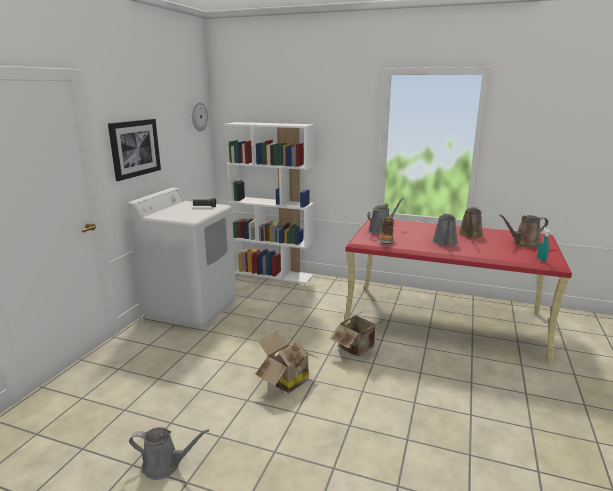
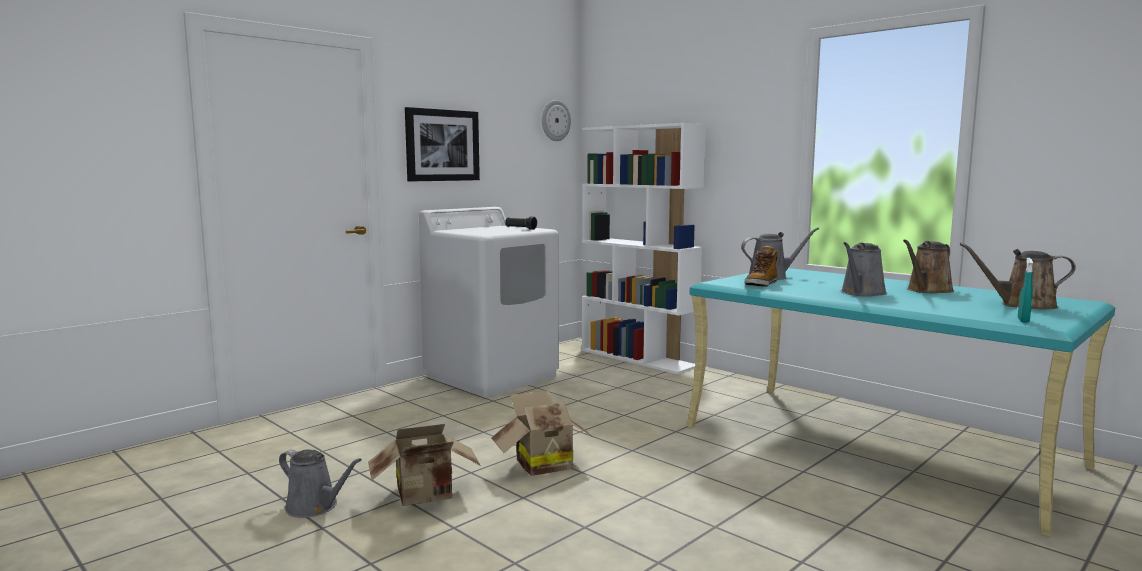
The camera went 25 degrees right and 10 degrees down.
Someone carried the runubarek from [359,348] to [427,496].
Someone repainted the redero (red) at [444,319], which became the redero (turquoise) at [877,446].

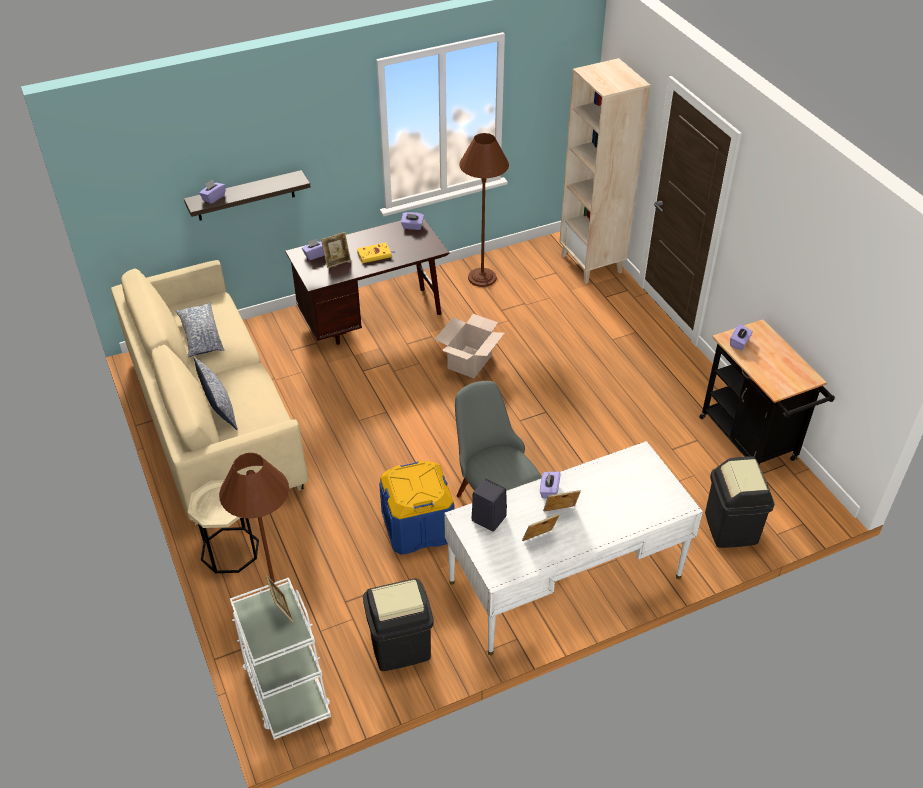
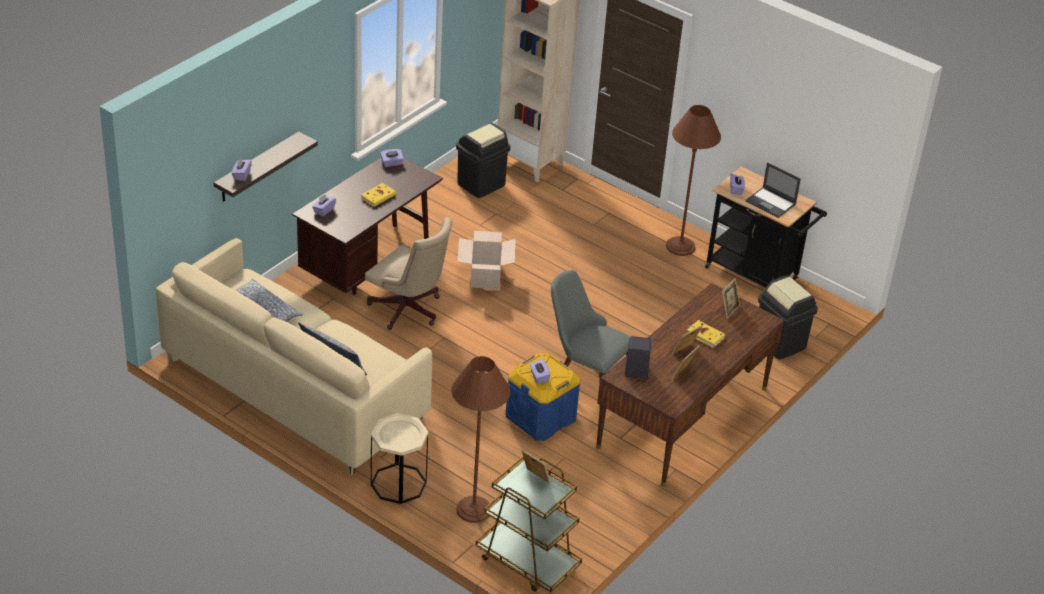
The camera went 30 degrees left and 5 degrees down.
Someone put down the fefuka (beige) at [409,311].
Someone put down the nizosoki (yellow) at [704,335].
Someone put down the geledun at [771,203].
Someone carried the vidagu from [337,261] to [729,310].
Someone carried the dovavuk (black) from [400,647] to [481,184].
Someone carried the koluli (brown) from [482,277] to [680,246].
Someone carried the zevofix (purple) from [549,490] to [539,377].
Someone repainted the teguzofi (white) at [286,688], which became the teguzofi (brown) at [527,561].
Someone repainted the redero (white) at [565,580], which became the redero (brown) at [683,418].

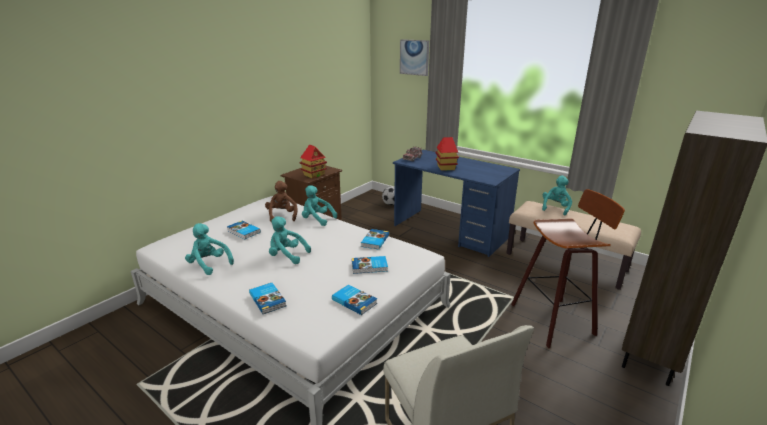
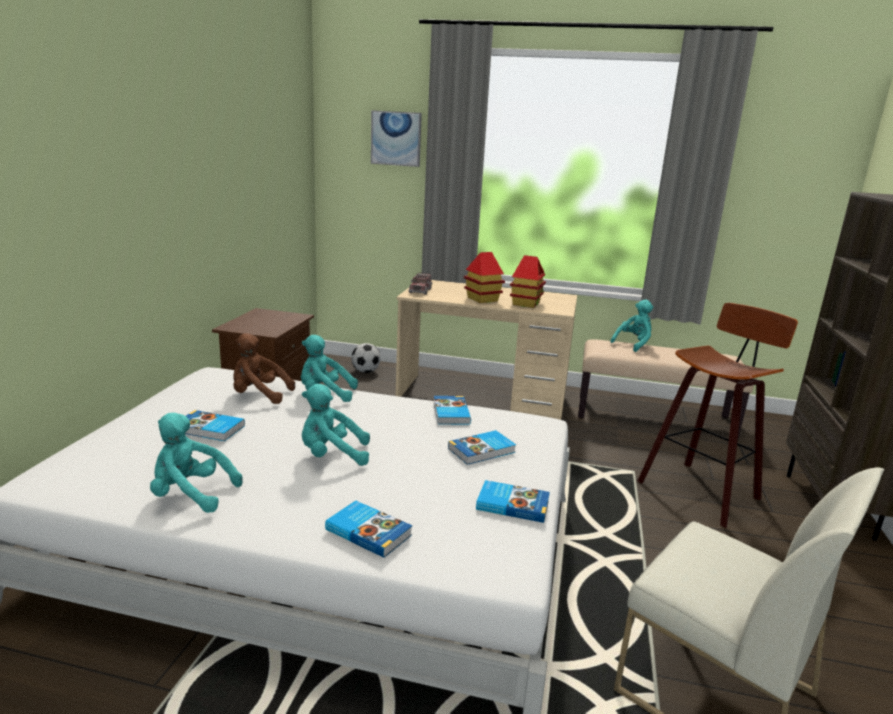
The camera went 25 degrees left and 5 degrees down.
Someone carried the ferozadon from [314,175] to [526,303].
Someone repainted the redero (blue) at [450,231], which became the redero (beige) at [482,399].
Someone rotated the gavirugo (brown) at [282,216] by 45 degrees counterclockwise.
Someone rotated the gavirugo (turquoise) at [555,208] by 45 degrees clockwise.

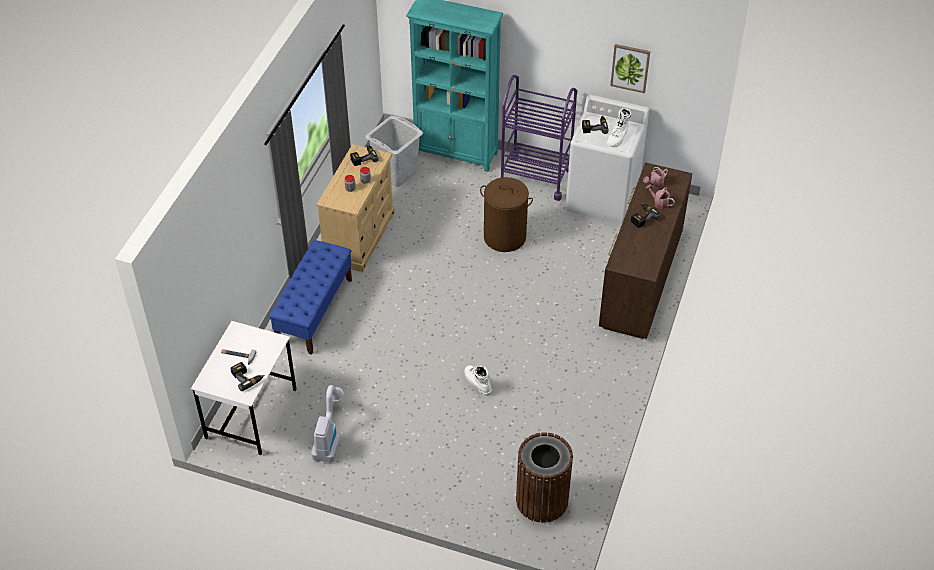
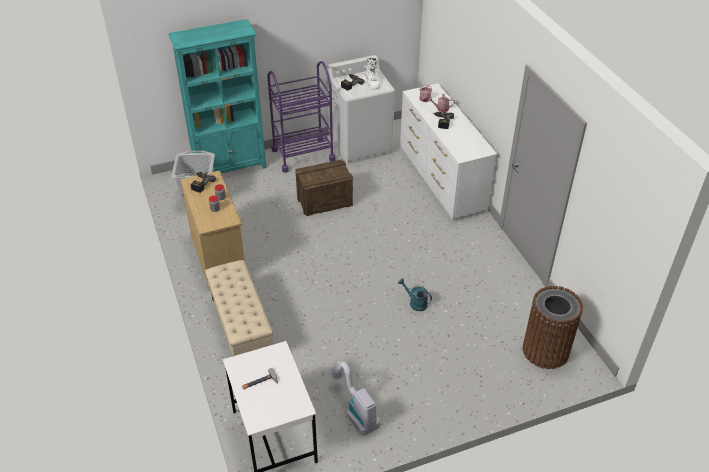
The camera went 40 degrees left and 5 degrees down.
Someone took away the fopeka at [247,378].
Someone took away the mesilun at [630,67].
Someone swapped the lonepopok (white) at [477,383] for the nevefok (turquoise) at [415,303].
Someone swapped the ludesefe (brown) at [505,237] for the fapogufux at [325,201].
Someone repainted the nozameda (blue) at [314,311], which became the nozameda (beige) at [241,328].
Someone repainted the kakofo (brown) at [640,282], which became the kakofo (white) at [441,181].

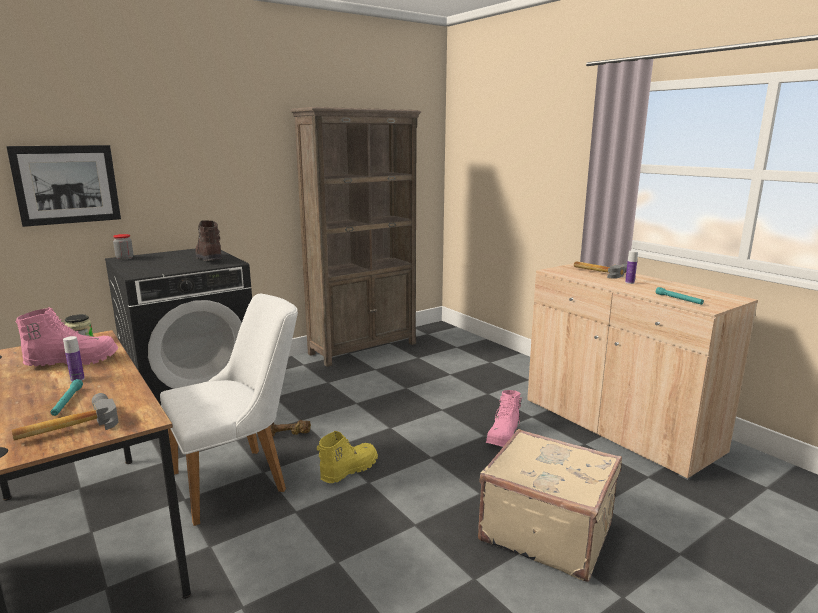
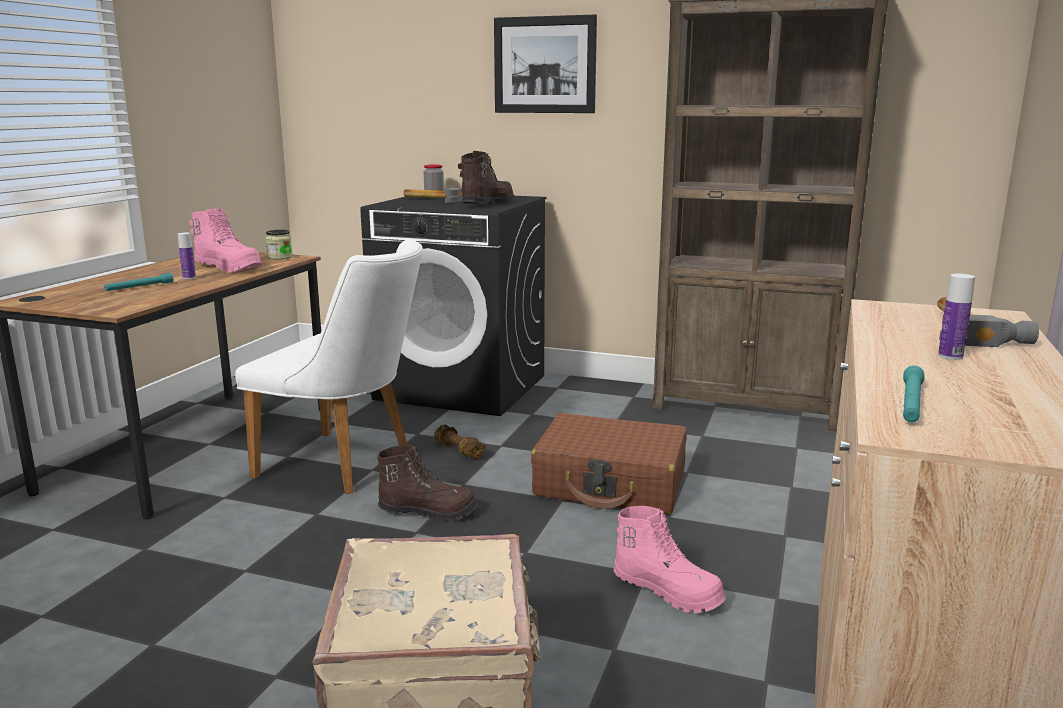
The camera went 55 degrees right and 0 degrees up.
Someone put down the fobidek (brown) at [611,484].
Someone carried the mesilun from [67,184] to [544,65].
Someone carried the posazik from [67,427] to [434,199].
Someone repainted the lonepopok (yellow) at [348,470], which became the lonepopok (brown) at [428,511].
Someone rotated the lonepopok (pink) at [504,436] by 135 degrees counterclockwise.

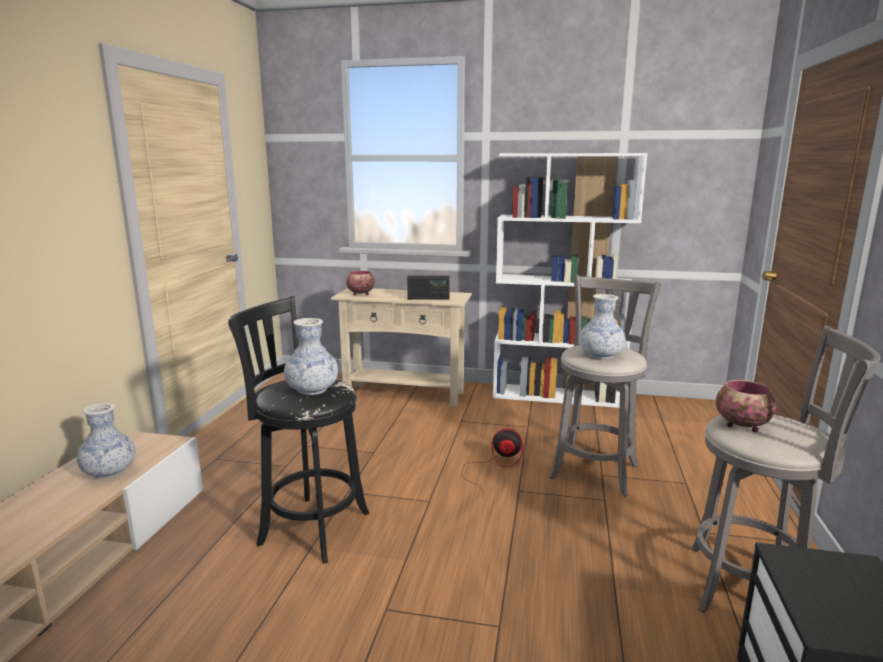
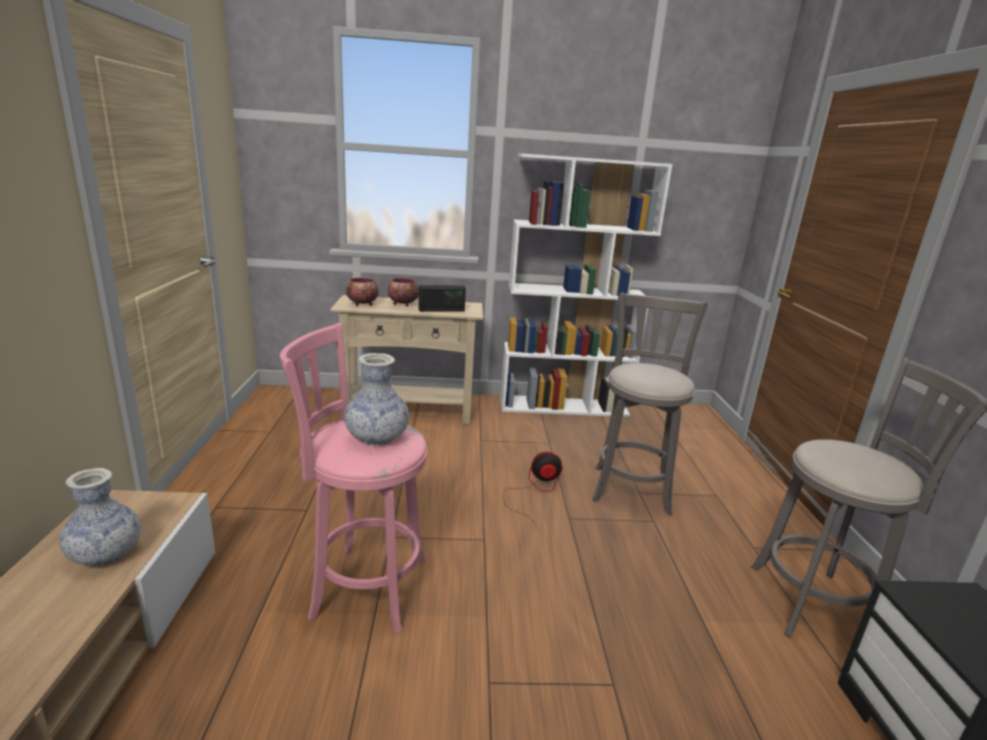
The camera went 15 degrees left and 5 degrees up.
Someone took away the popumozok at [600,355].
Someone carried the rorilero from [740,425] to [402,304].
Someone repainted the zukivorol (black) at [309,527], which became the zukivorol (pink) at [363,587].

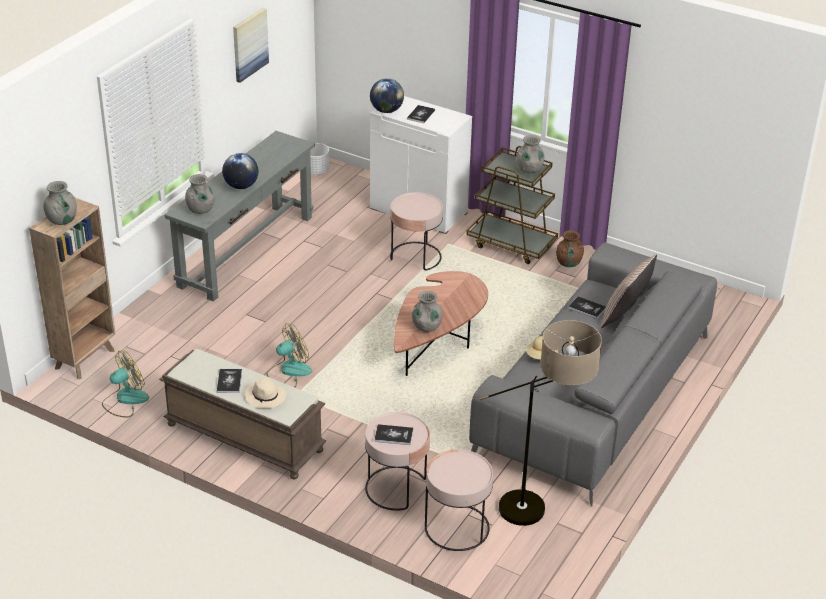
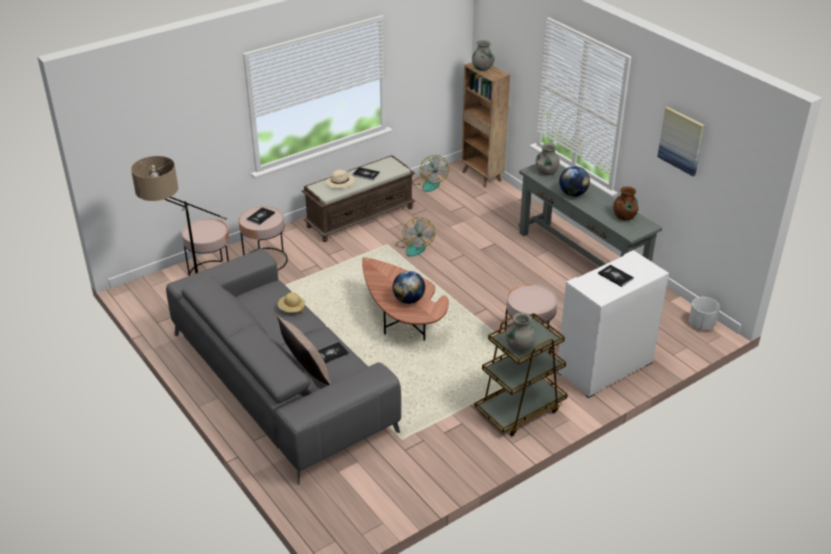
The camera went 115 degrees right and 0 degrees up.
Someone took away the popumozok (grey) at [426,327].
Someone carried the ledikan from [386,111] to [408,300].
Someone carried the popumozok (brown) from [568,263] to [624,217].

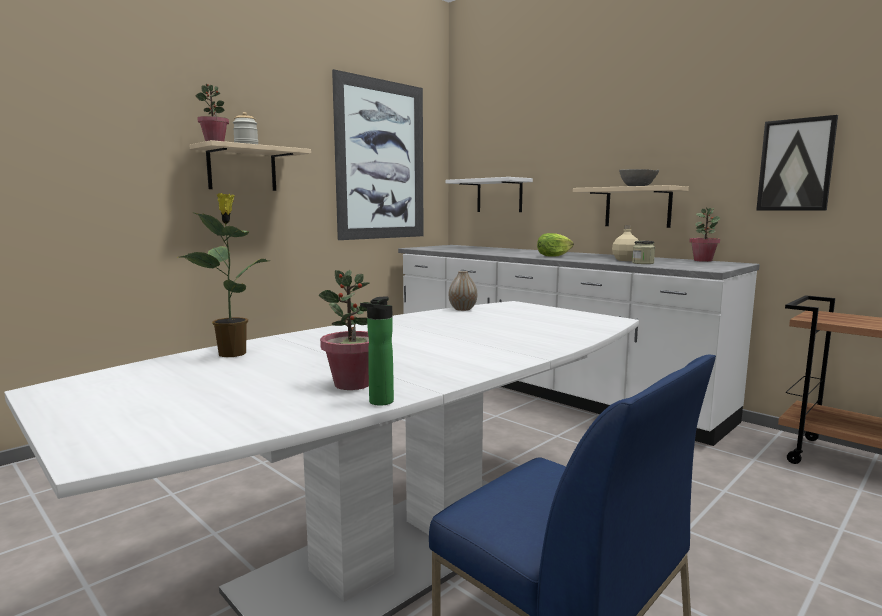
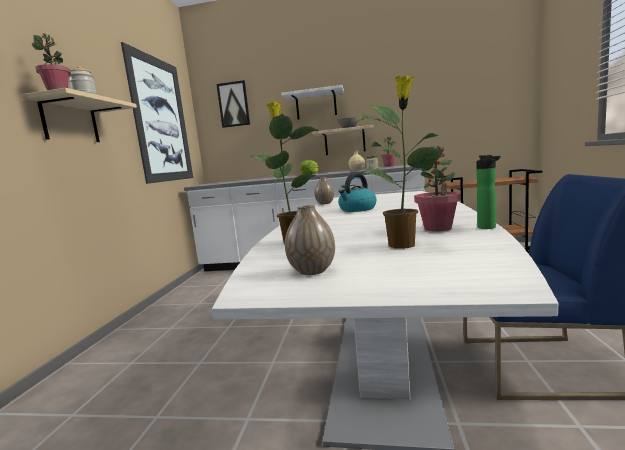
The camera went 35 degrees left and 0 degrees up.
Someone put down the popumozok at [312,271].
Someone put down the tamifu at [357,209].
Someone put down the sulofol at [404,245].
Someone carried the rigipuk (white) from [499,195] to [316,105].
Someone carried the mesilun from [796,165] to [233,104].

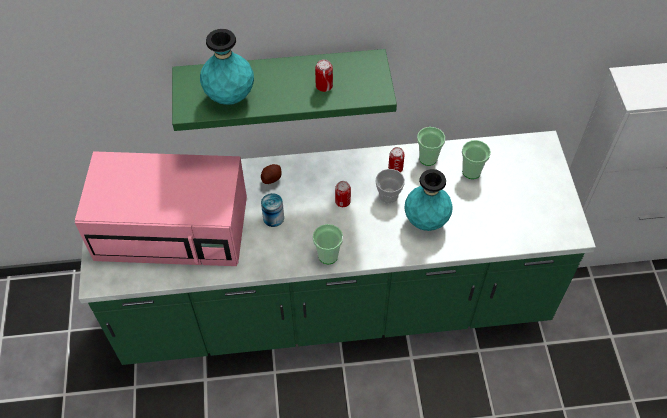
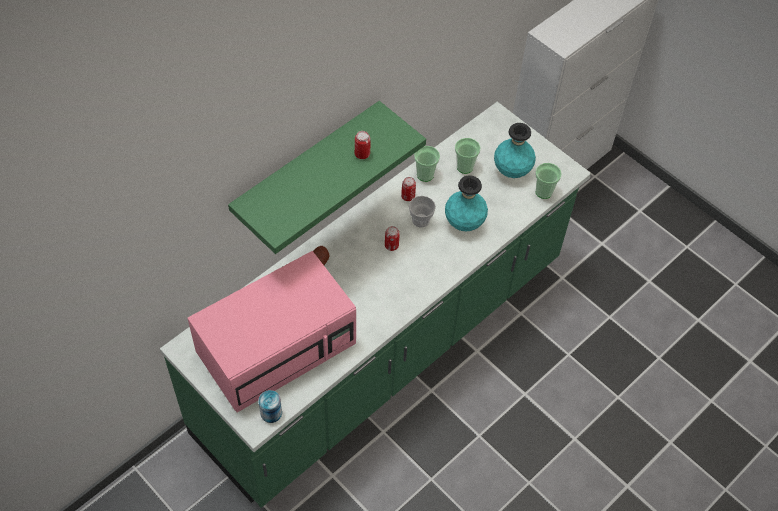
The camera went 40 degrees left and 0 degrees up.
Someone carried the popumozok (turquoise) from [230,97] to [512,171].
Someone carried the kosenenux from [273,218] to [271,413].
Someone carried the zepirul from [328,255] to [543,192].

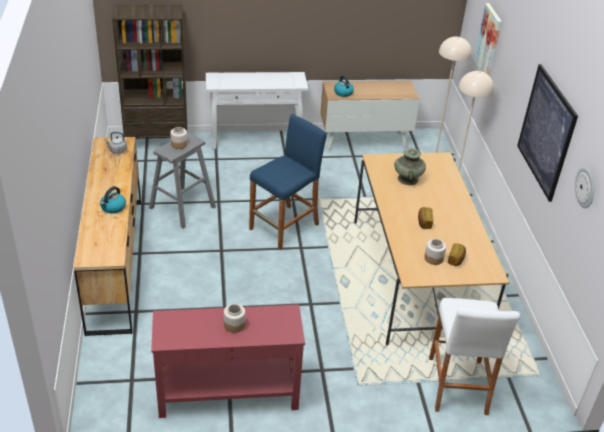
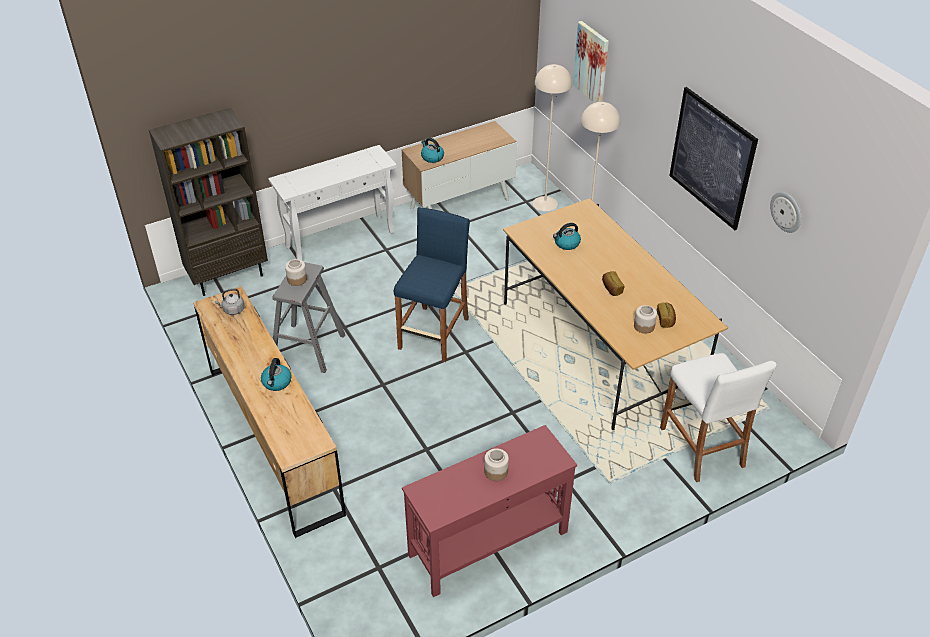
The camera went 20 degrees left and 5 degrees up.
Someone swapped the popumozok (turquoise) at [408,179] for the tamifu at [566,243].

